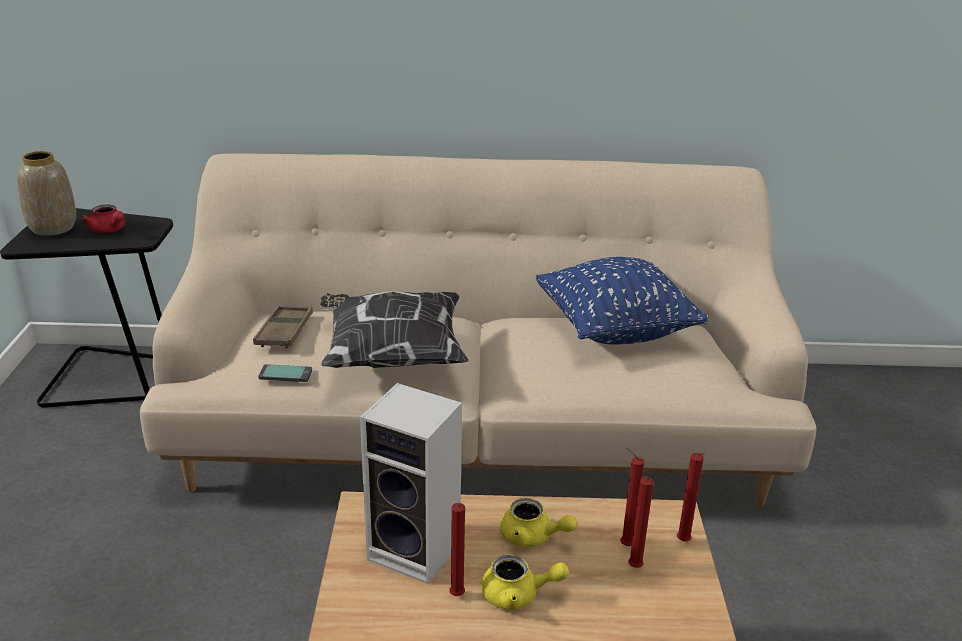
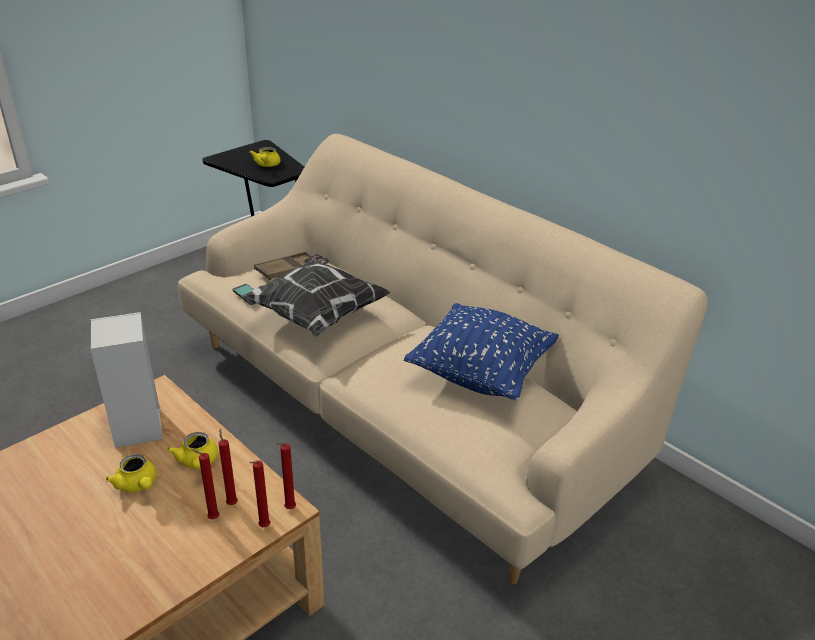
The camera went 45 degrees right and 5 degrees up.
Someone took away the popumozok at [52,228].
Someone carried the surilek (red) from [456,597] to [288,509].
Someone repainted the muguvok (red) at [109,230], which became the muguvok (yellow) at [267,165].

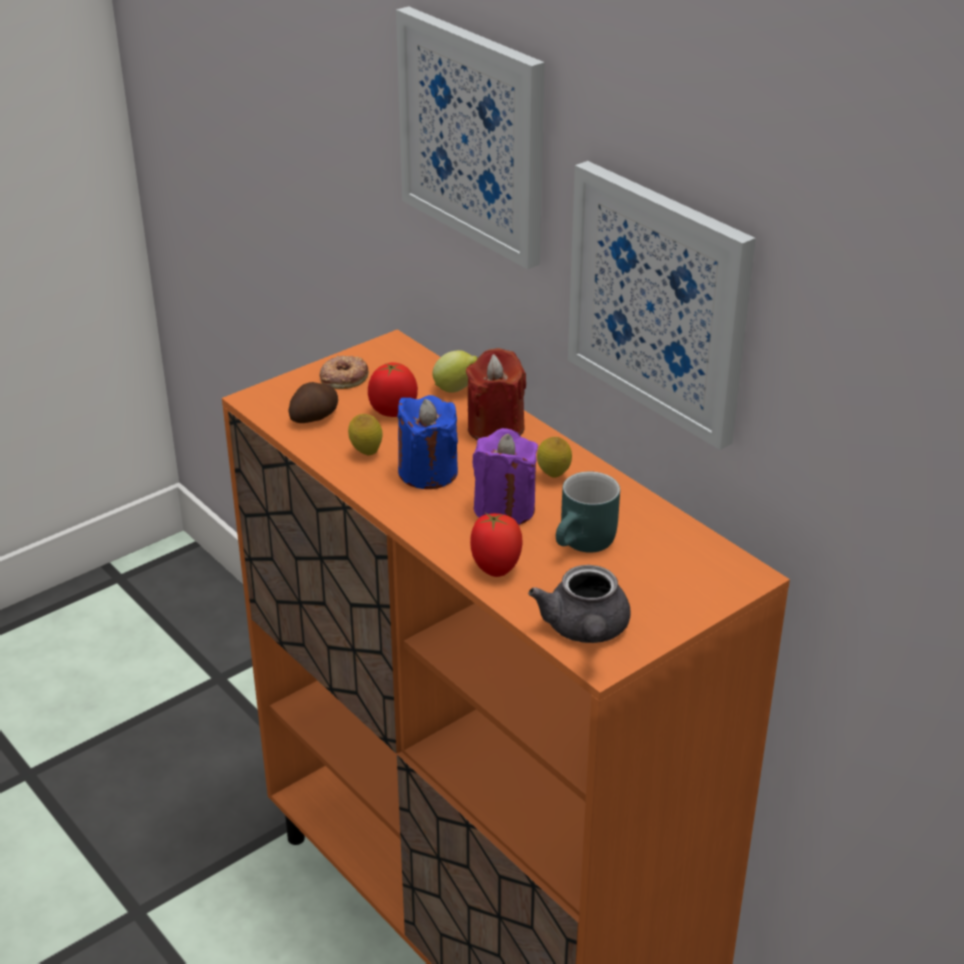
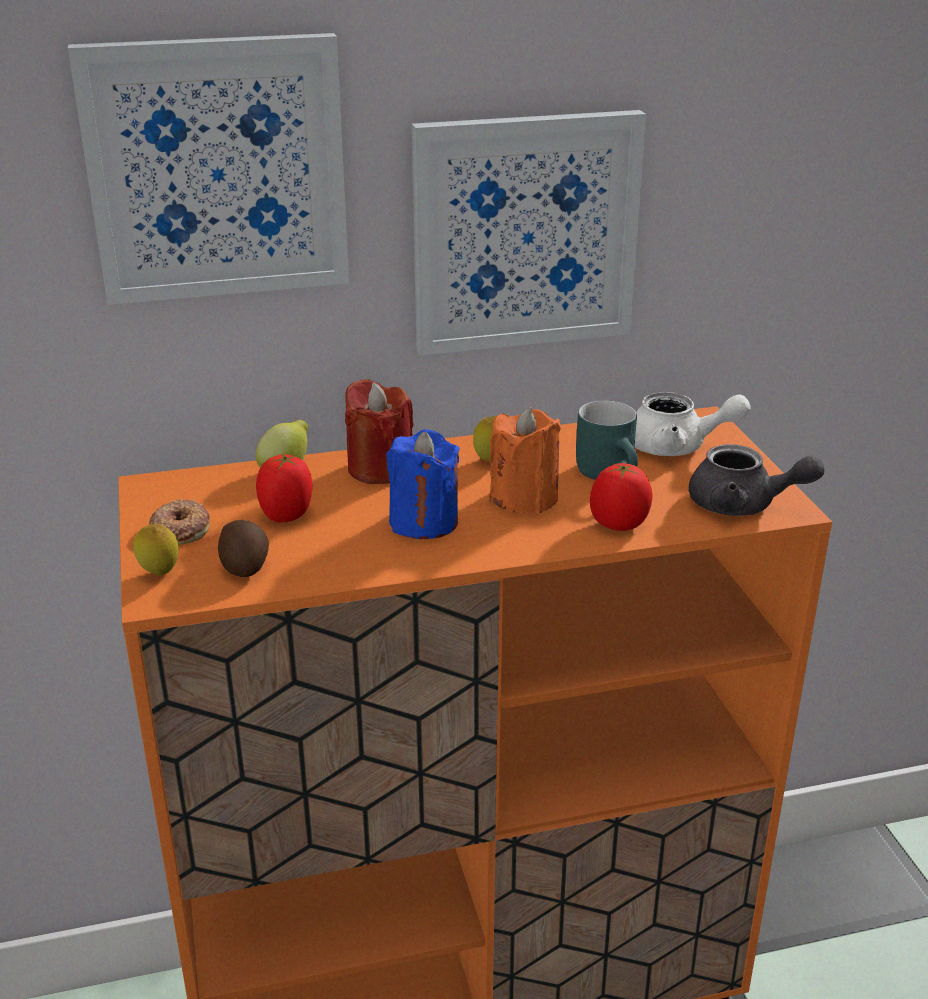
The camera went 65 degrees left and 5 degrees down.
Someone put down the muguvok (white) at [677,447].
Someone carried the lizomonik from [366,453] to [160,574].
Someone repainted the surilek (purple) at [504,509], which became the surilek (orange) at [524,497].

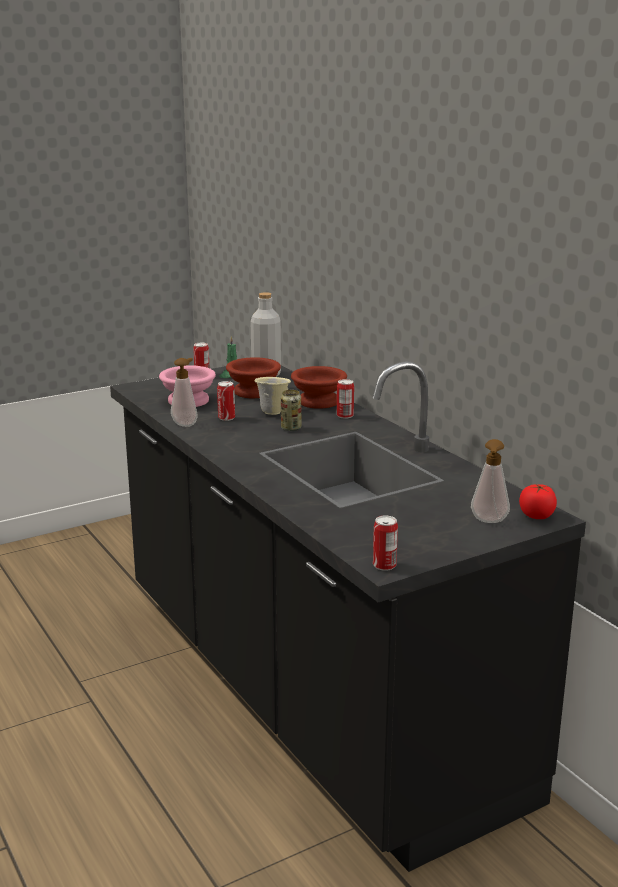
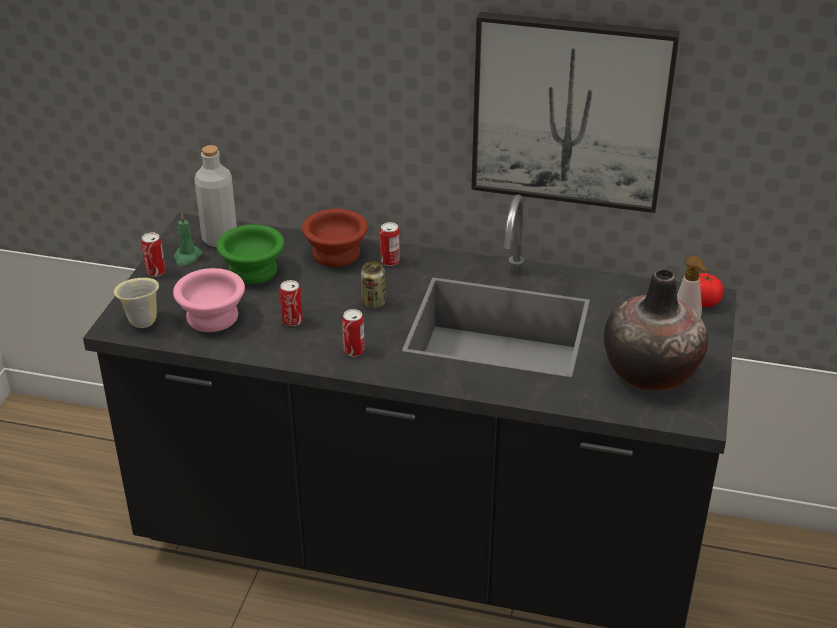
The camera went 45 degrees left and 15 degrees up.
Someone took away the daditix at [186,424].
Someone put up the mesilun at [570,111].
Someone put down the popumozok at [650,372].
Someone carried the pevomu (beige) from [273,412] to [141,322].
Someone carried the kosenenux from [384,565] to [354,351].
Someone repainted the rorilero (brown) at [254,391], which became the rorilero (green) at [252,269].

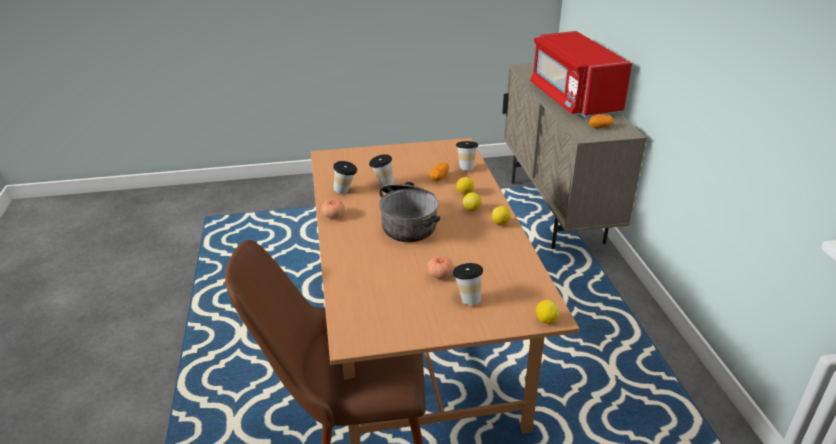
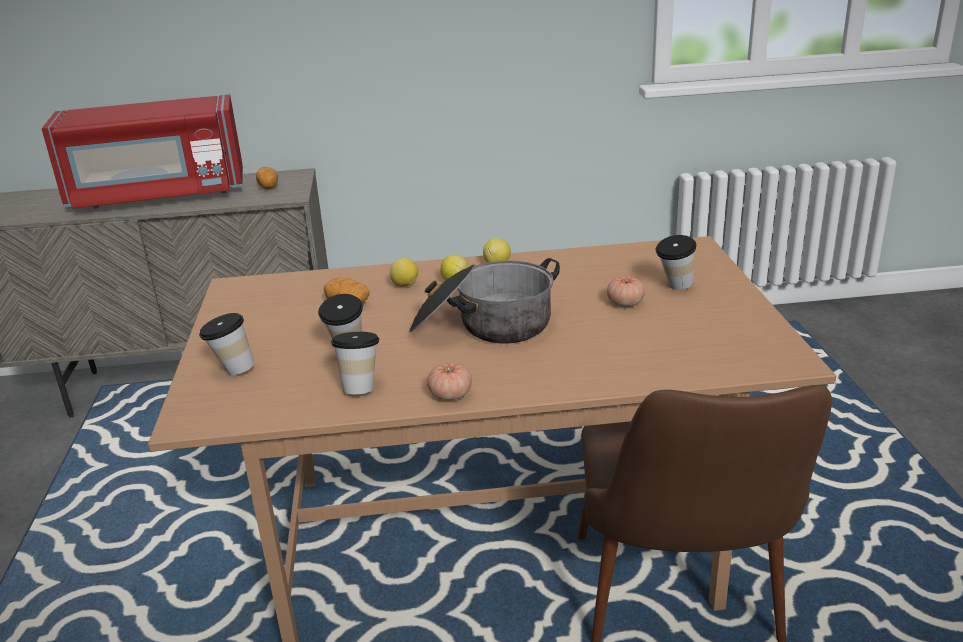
The camera went 85 degrees left and 5 degrees down.
Someone took away the lizomonik at [546,320].
Someone carried the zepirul from [466,167] to [232,370].

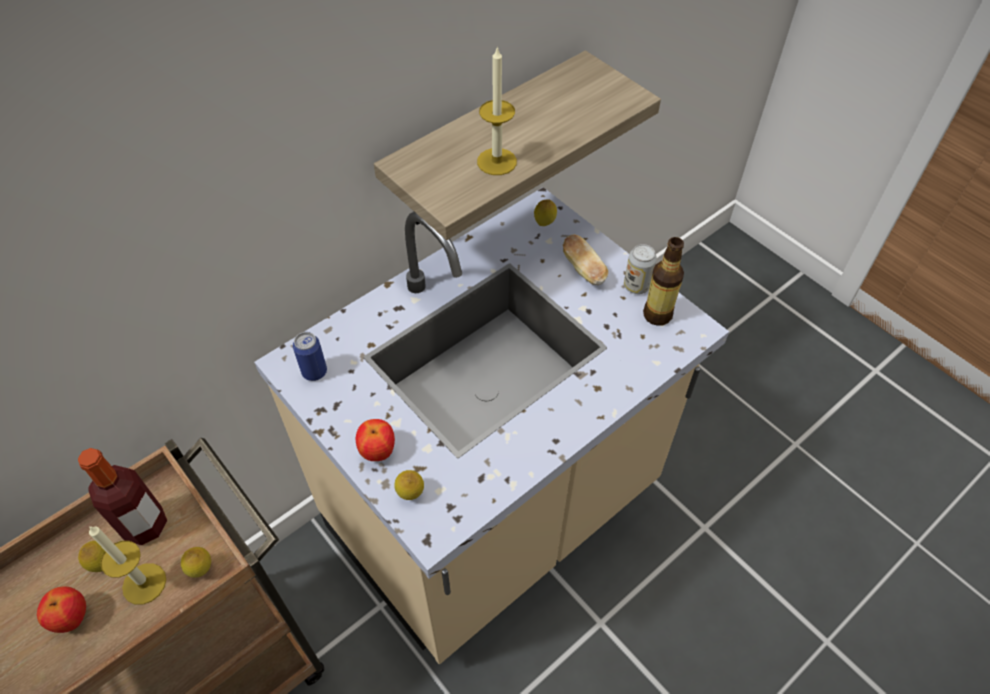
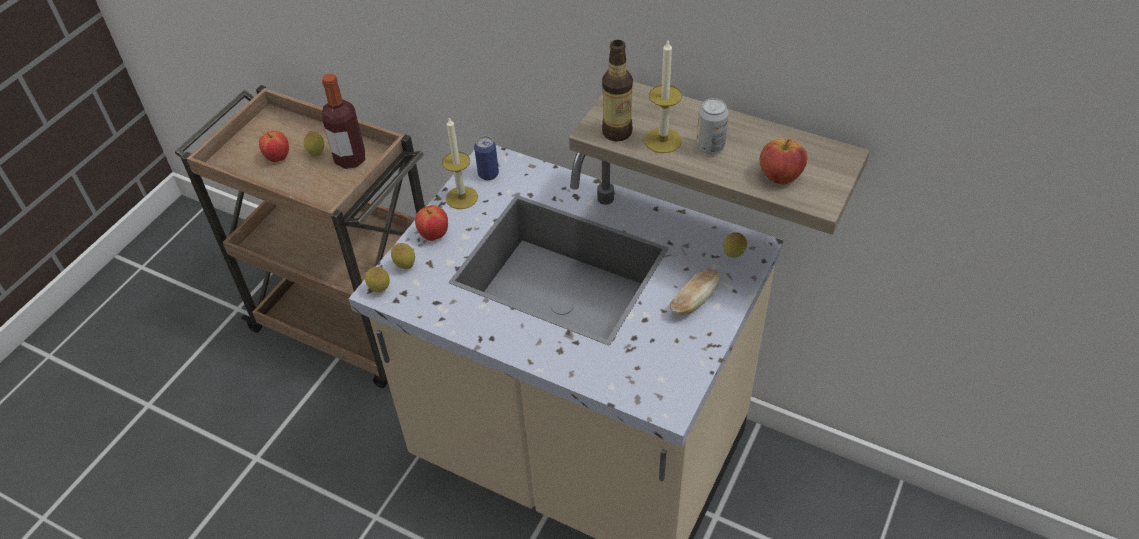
The camera went 70 degrees right and 5 degrees down.
Someone put down the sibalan at [780,176].
Someone carried the surilek from [144,583] to [461,197].
Someone carried the lizomonik from [202,570] to [380,290].
Someone carried the kosenenux from [636,286] to [710,147].
Someone carried the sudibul from [657,315] to [617,132].

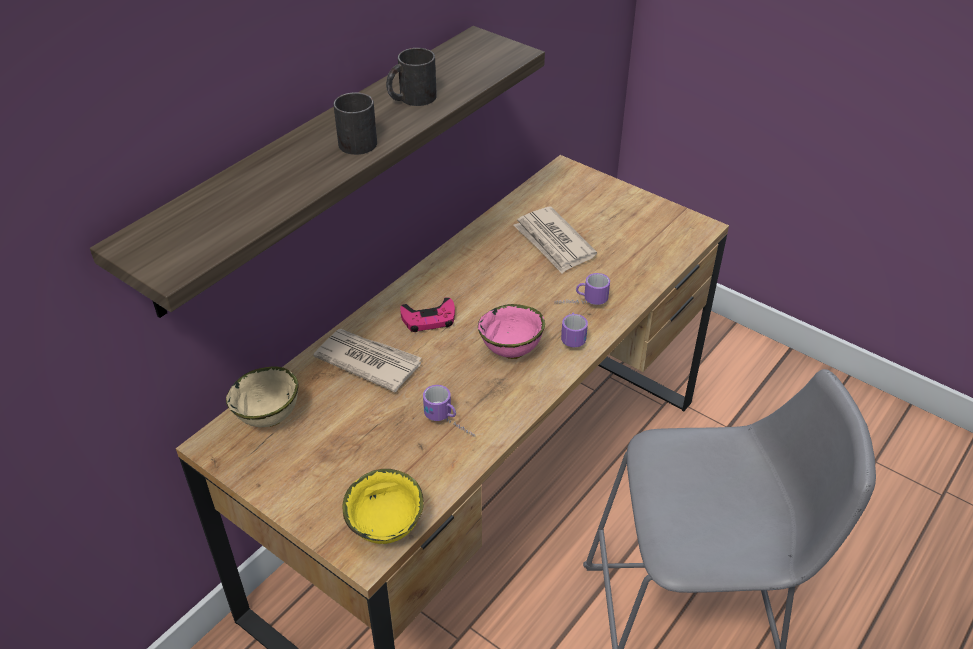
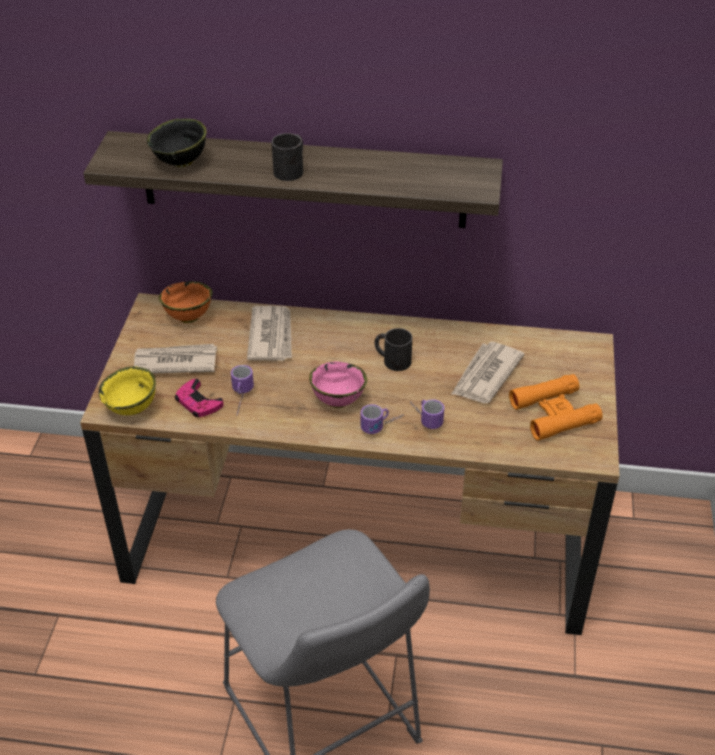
The camera went 60 degrees right and 0 degrees up.
Someone put down the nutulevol at [175,362].
Someone put down the rorilero (black) at [181,163].
Someone put down the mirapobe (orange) at [554,413].
Someone carried the pevomu (black) from [411,98] to [392,360].
Someone carried the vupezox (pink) from [429,319] to [198,402].
Someone repainted the rorilero (beige) at [269,418], which became the rorilero (orange) at [187,317].

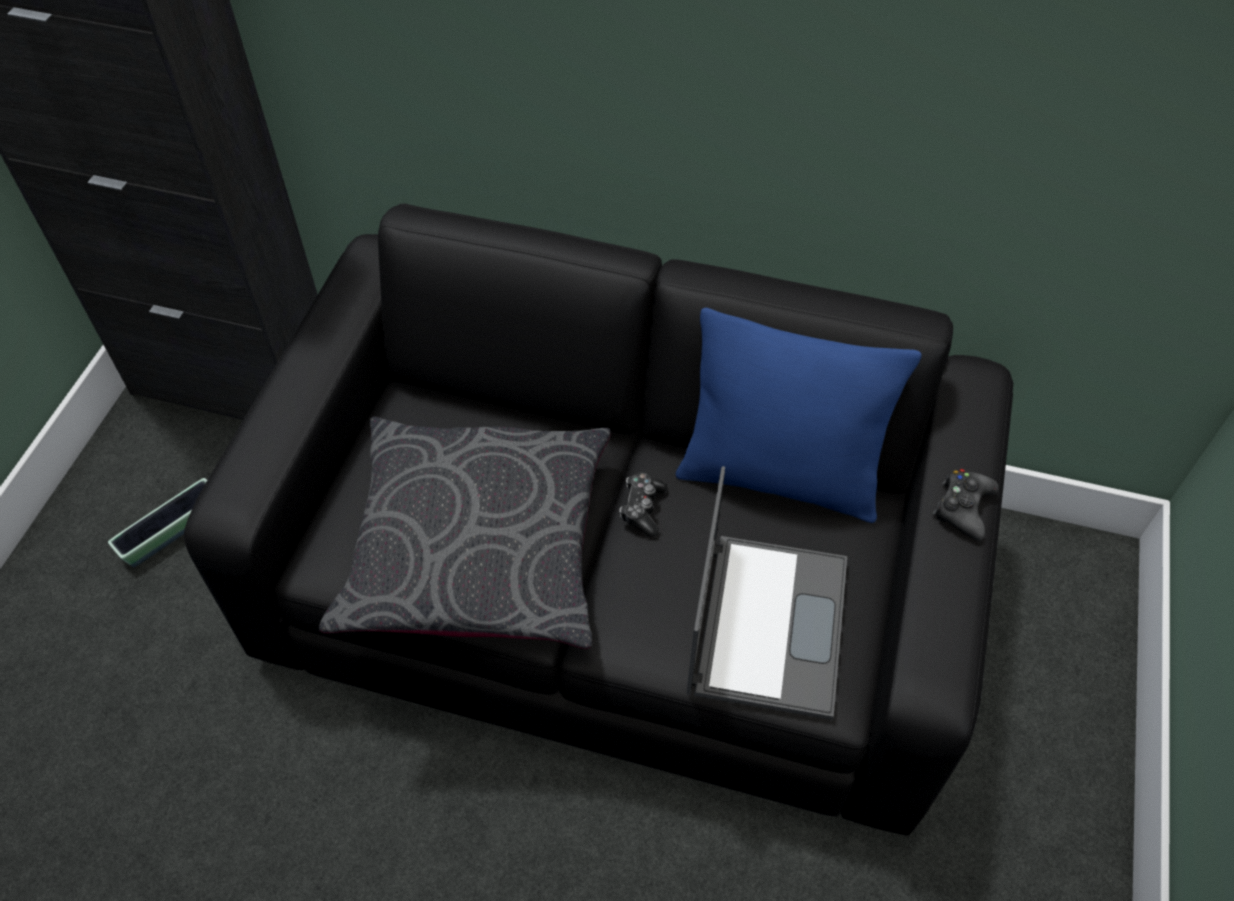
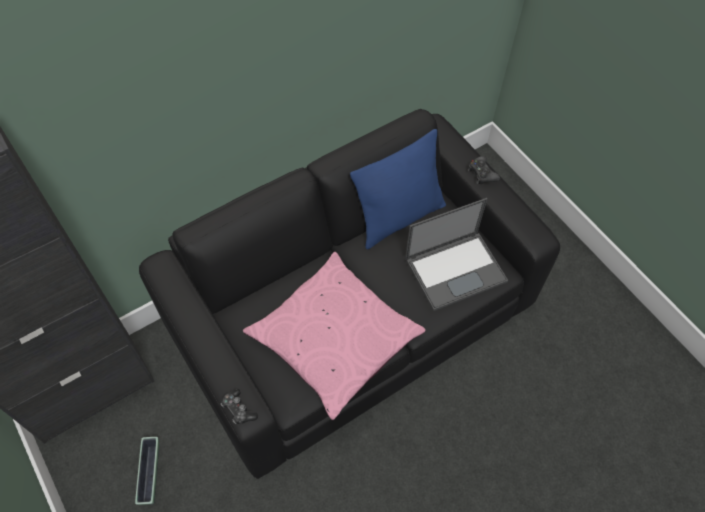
The camera went 50 degrees left and 5 degrees up.
Someone carried the vupezox from [642,508] to [238,410].
Someone repainted the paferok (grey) at [477,545], which became the paferok (pink) at [334,339].
Someone rotated the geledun at [767,622] by 105 degrees clockwise.

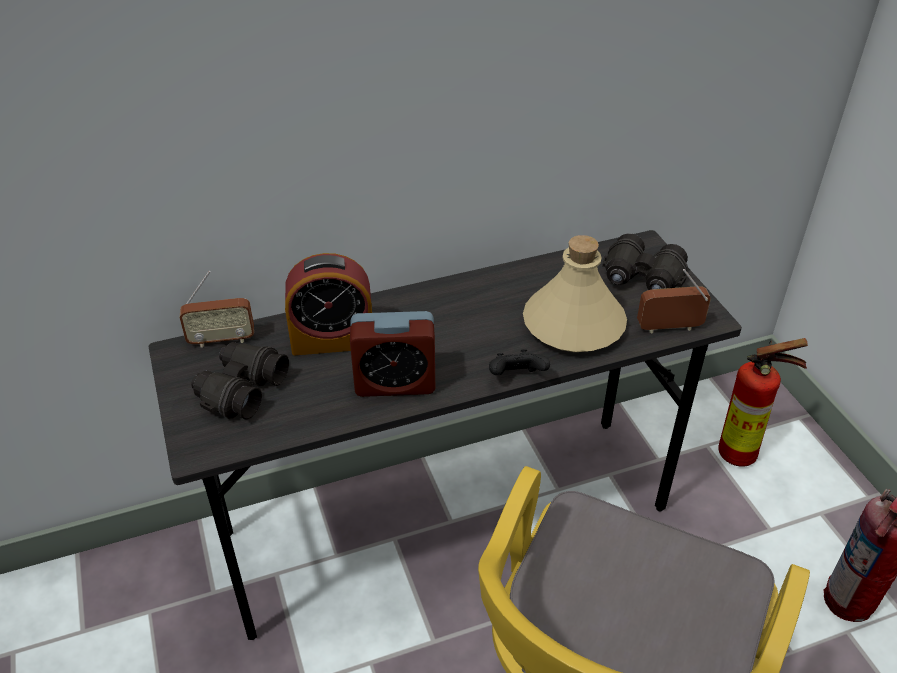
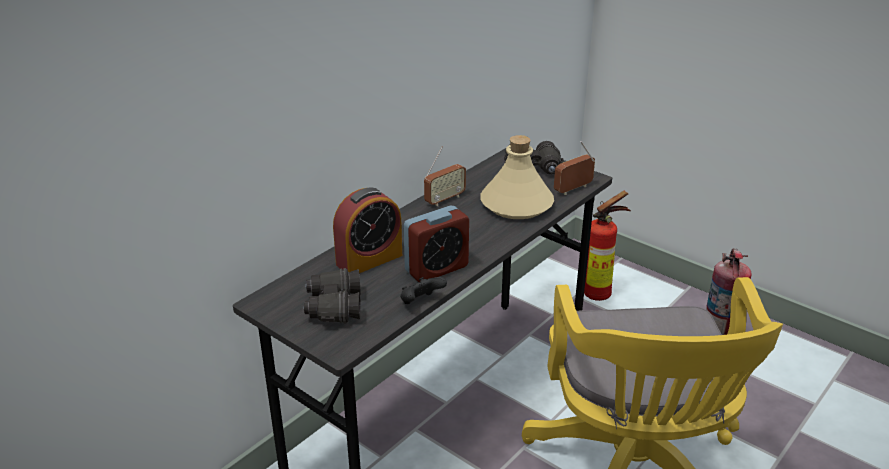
The camera went 30 degrees left and 10 degrees down.
Someone carried the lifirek from [221,340] to [444,199].
Someone carried the vupezox (black) from [516,377] to [421,302].

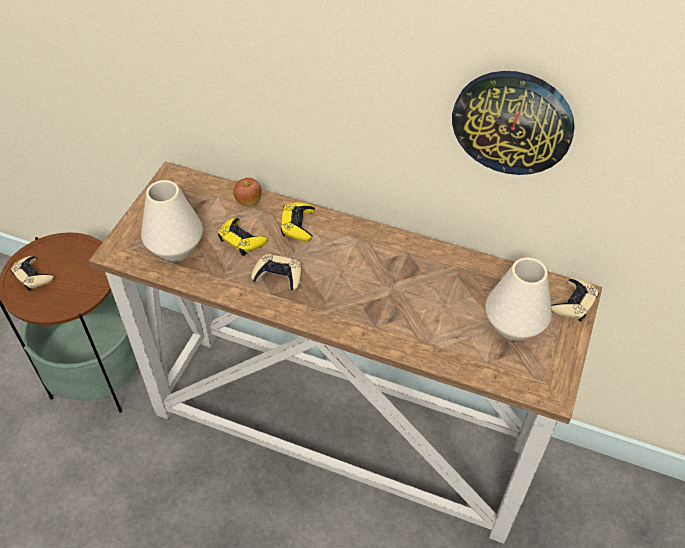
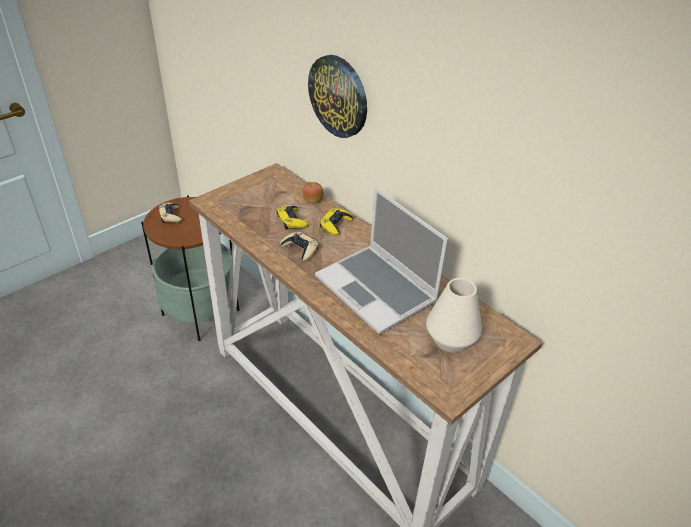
The camera went 25 degrees right and 10 degrees down.
Someone took away the popumozok (white) at [176,247].
Someone took away the vupezox (beige) at [574,303].
Someone put down the geledun at [378,290].
Someone carried the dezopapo from [512,122] to [338,96].

